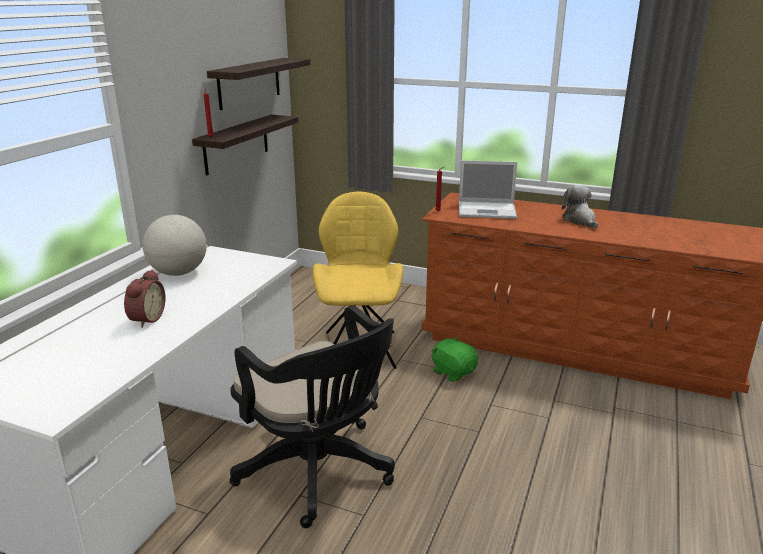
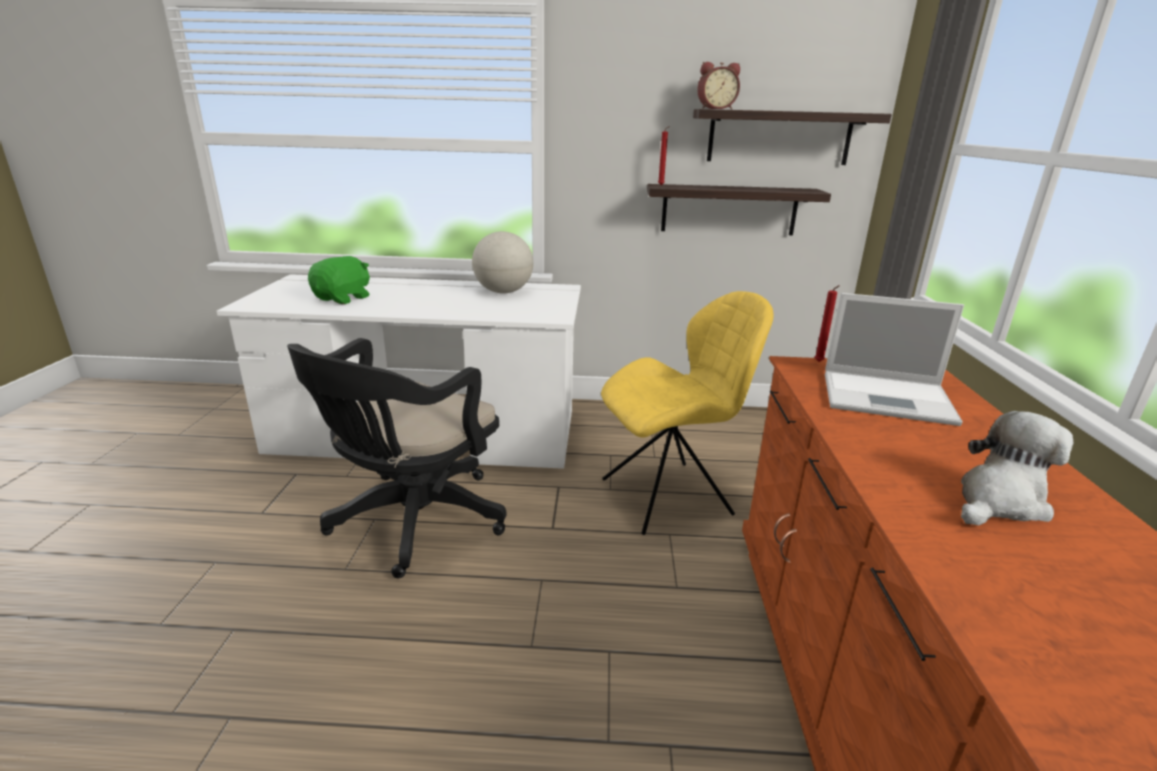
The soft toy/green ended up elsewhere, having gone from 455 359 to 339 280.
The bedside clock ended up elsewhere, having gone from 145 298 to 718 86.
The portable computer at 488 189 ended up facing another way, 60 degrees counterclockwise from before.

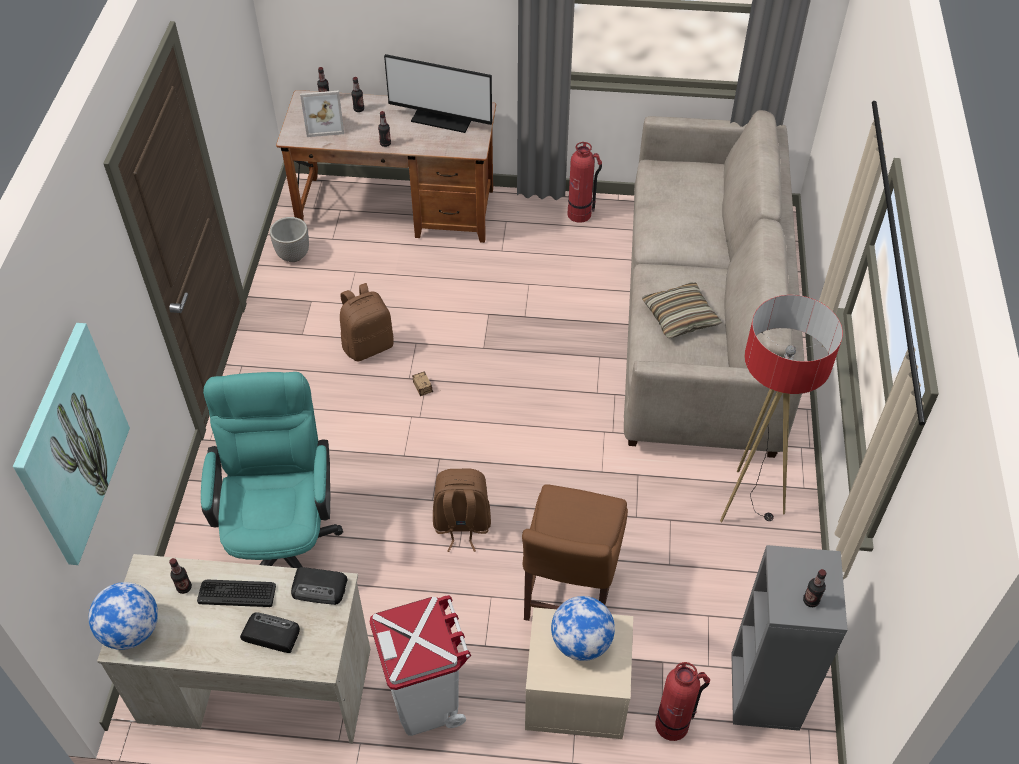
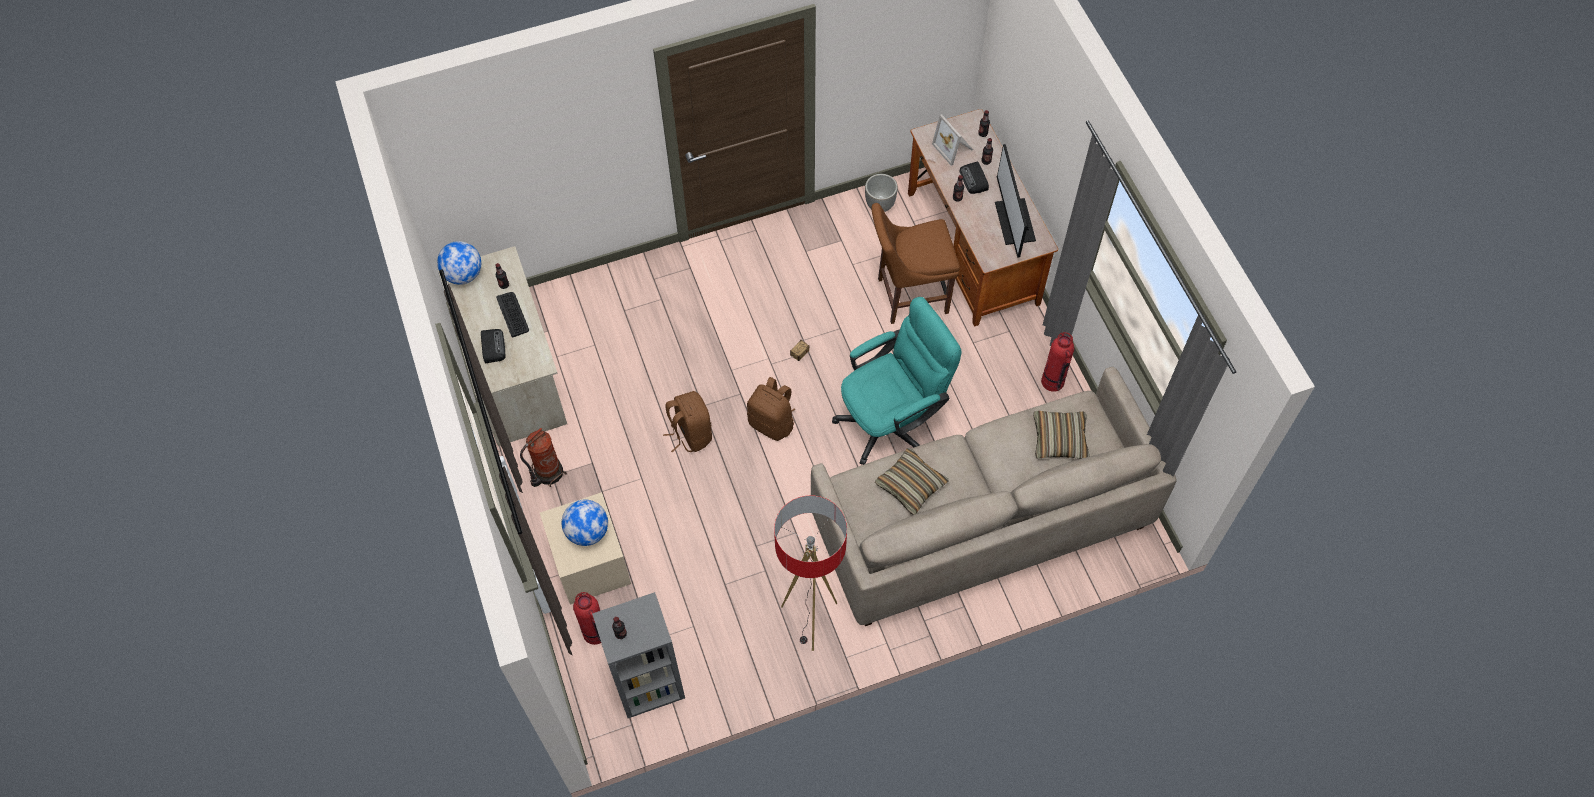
Where the trash can/white stood at 420 665, the fire-fighting cylinder came to stand at 543 457.
The knapsack/brownish ended up elsewhere, having gone from 367 322 to 771 409.
The desk chair/turquoise-coloured ended up elsewhere, having gone from 272 470 to 897 381.
The plain chair/brownish ended up elsewhere, having gone from 575 552 to 915 263.
The radio receiver ended up elsewhere, having gone from 319 586 to 974 177.
The second view gained the pillow at 1061 435.
The second view lost the wall art at 71 444.

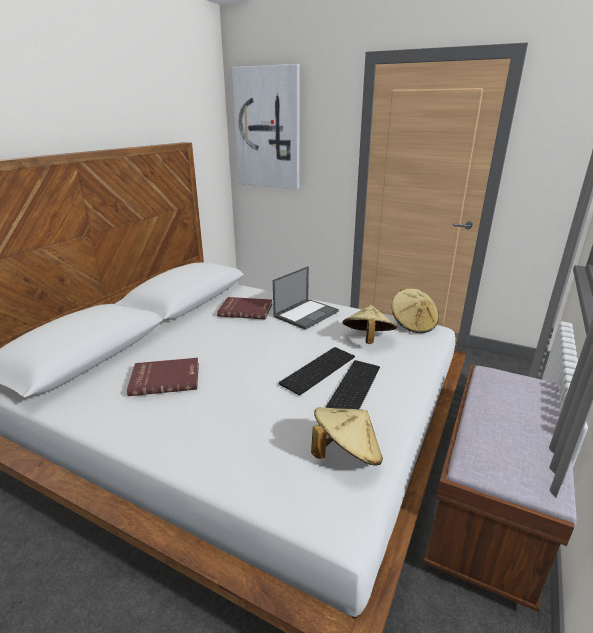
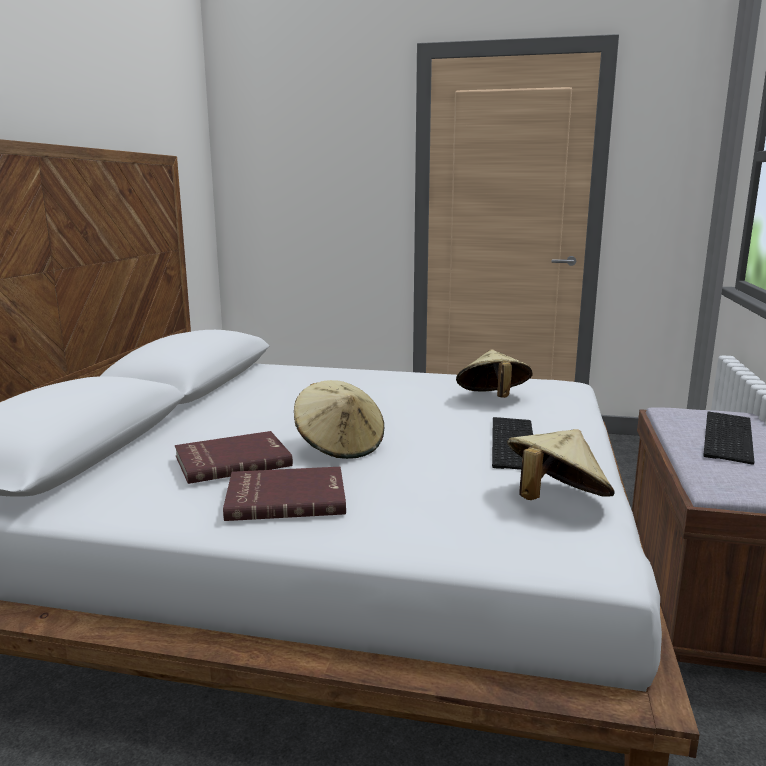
The bound book/reddish ended up elsewhere, having gone from 244 308 to 284 494.
The wearable hat/beige ended up elsewhere, having gone from 415 311 to 339 419.
The keyboard ended up elsewhere, having gone from 317 371 to 729 438.
The second view lost the wall art at 266 126.
The second view lost the portable computer at 306 298.

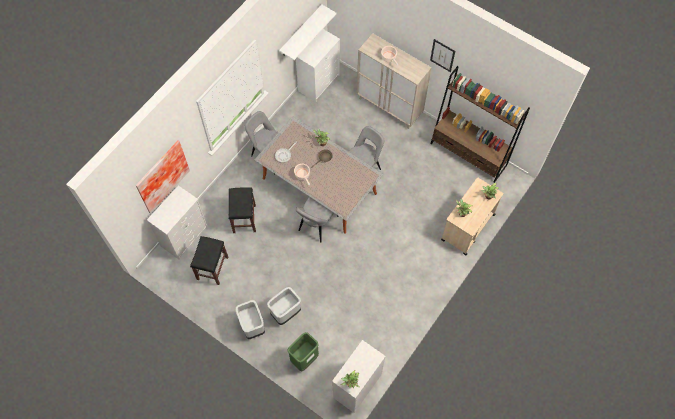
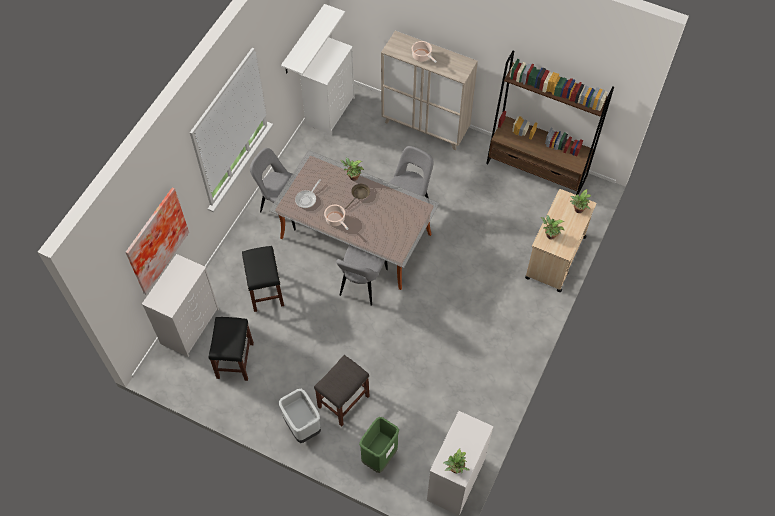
Where the trash can/grey stood at 284 306, the stool/grey came to stand at 342 391.
The second view lost the wall art at 442 55.

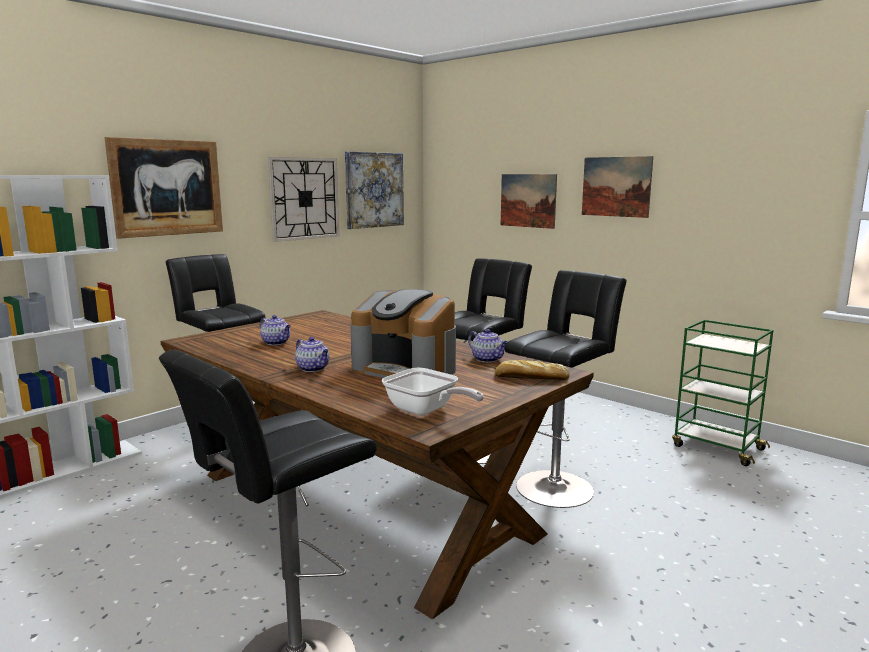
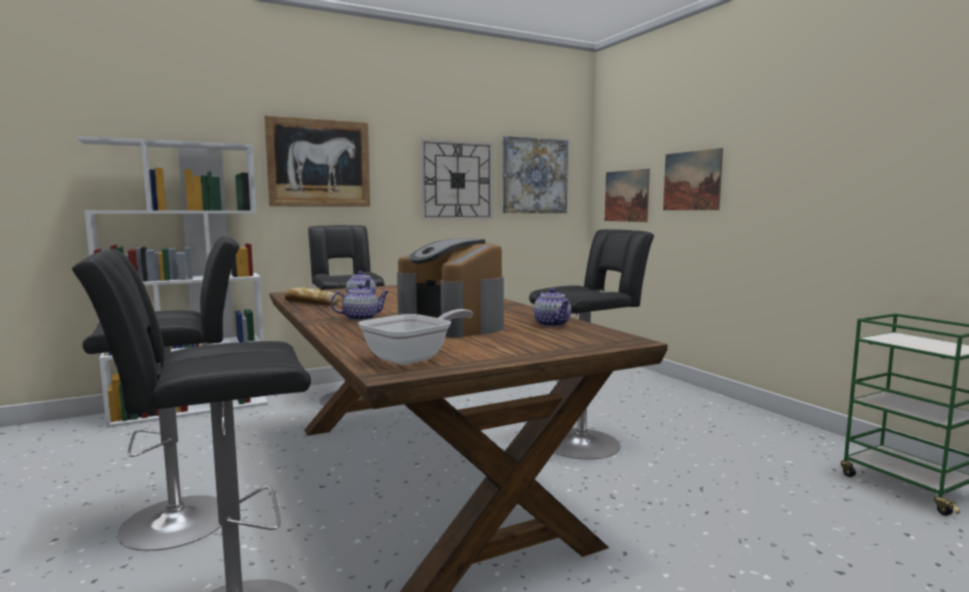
The stool/black-coloured ended up elsewhere, having gone from 566 389 to 160 393.
The baked bread ended up elsewhere, having gone from 532 370 to 311 296.
The tea pot at 312 354 ended up facing another way, 90 degrees counterclockwise from before.
The skillet at 433 391 ended up facing another way, 105 degrees counterclockwise from before.
The wall art ended up elsewhere, having gone from 617 187 to 627 195.

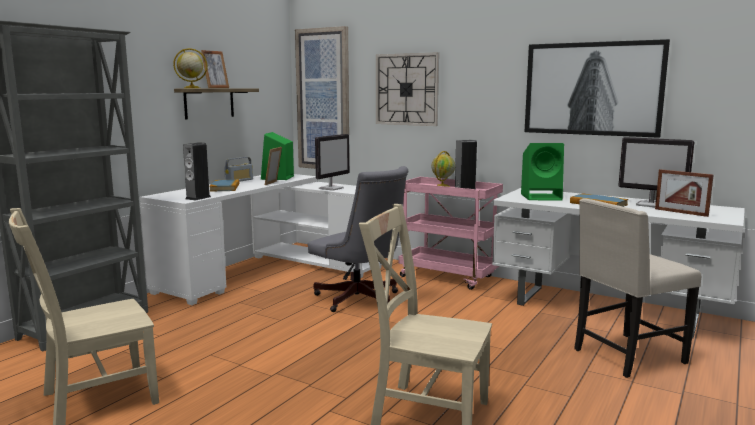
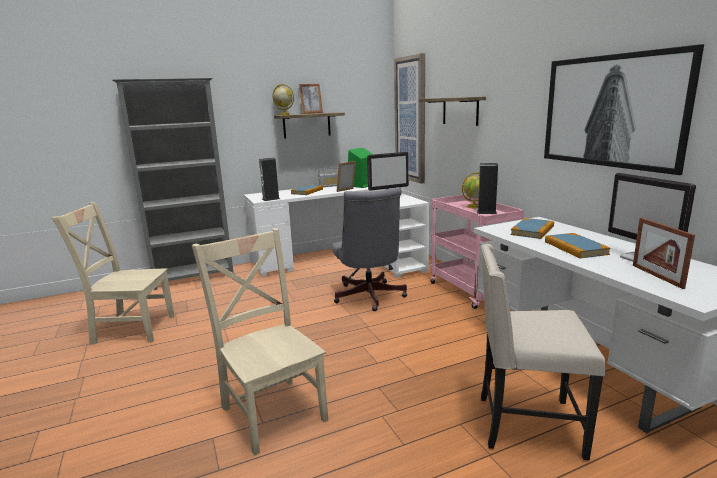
Where the hanging clock hung at 407 89, the bracket shelf came to hang at 452 111.
Where the speaker/green stood at 542 171, the bound book came to stand at 532 228.

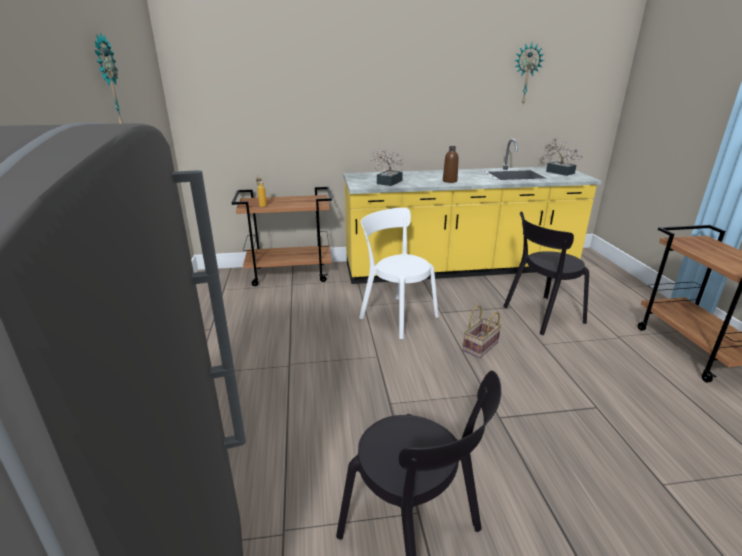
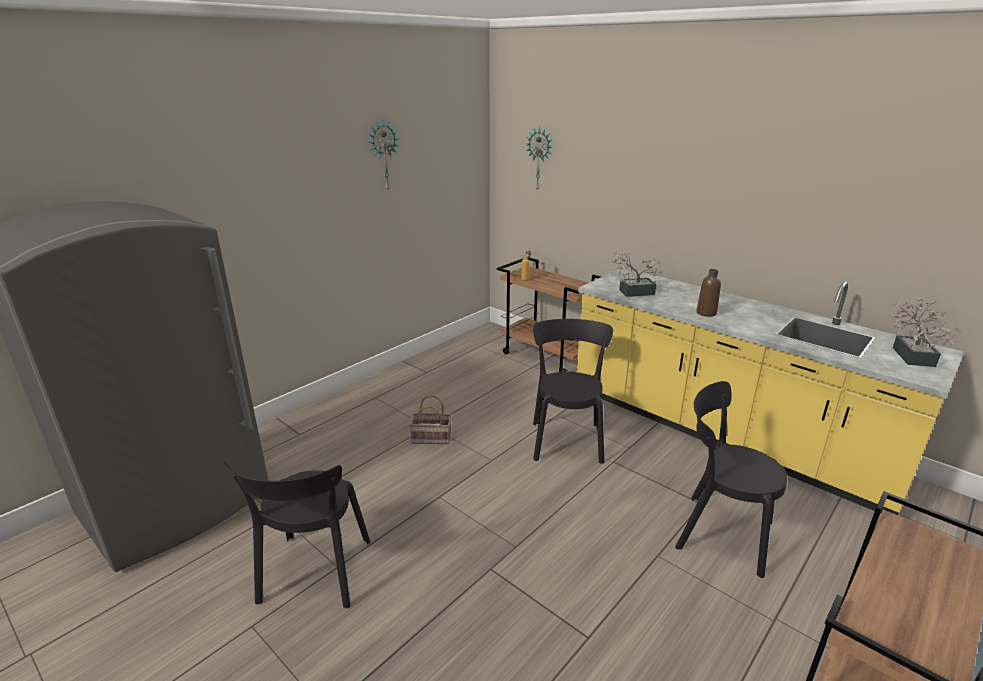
The basket ended up elsewhere, having gone from 482 331 to 430 419.
The hanging clock ended up elsewhere, having gone from 529 73 to 539 159.
What was the plain chair/white at 399 273 turned into the plain chair/black-coloured at 573 391.

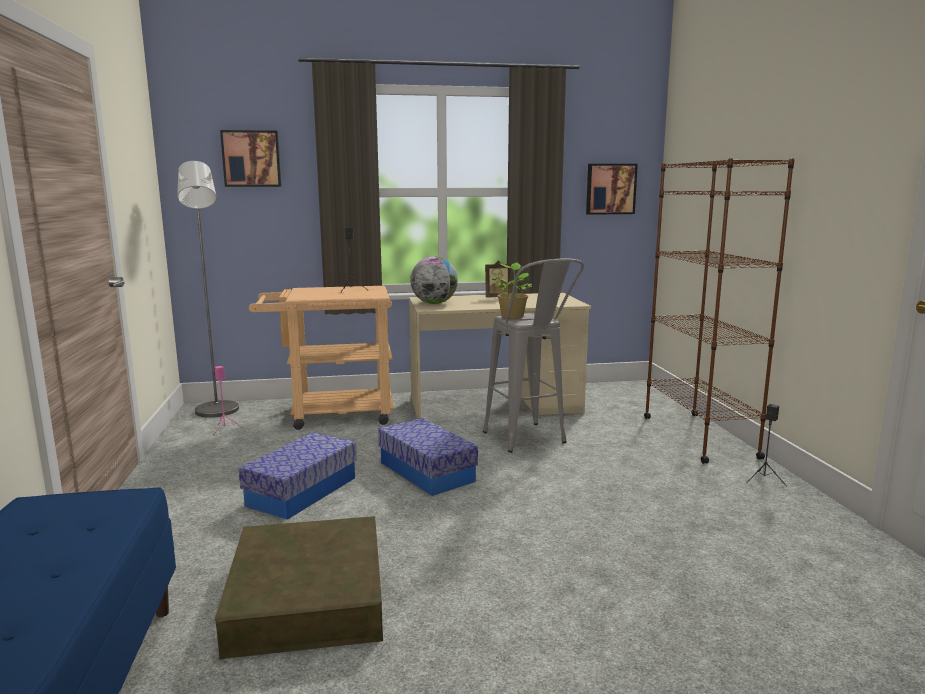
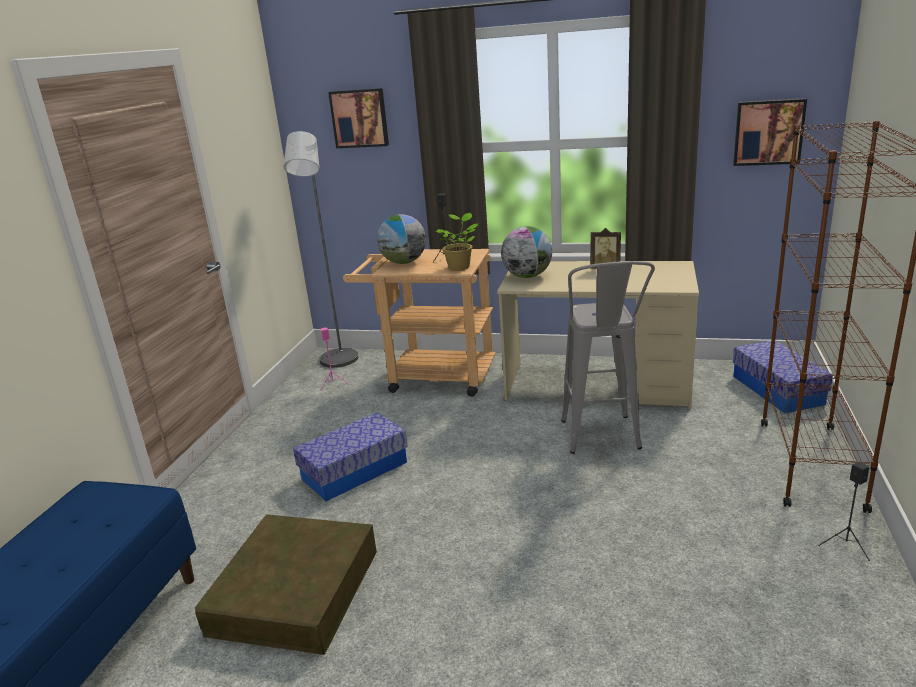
The second view gained the world globe at 401 239.
The houseplant ended up elsewhere, having gone from 511 290 to 458 242.
The storage box ended up elsewhere, having gone from 428 457 to 783 377.

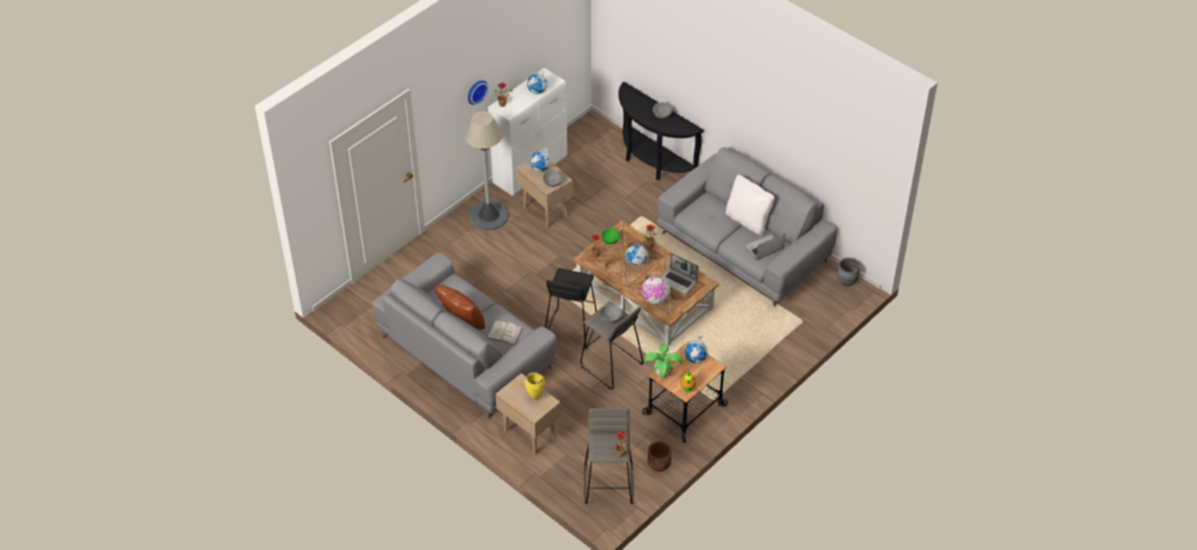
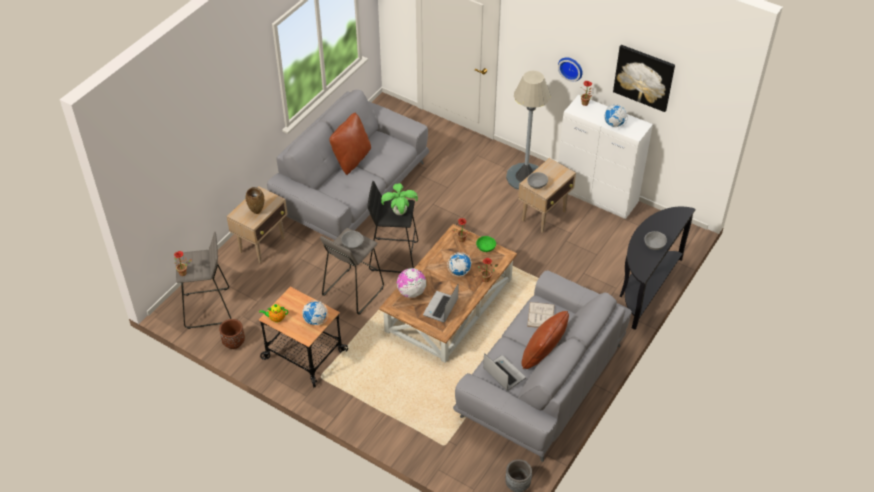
What was the flower vase/yellowish at 535 385 turned into the flower vase/brownish at 255 200.
The houseplant ended up elsewhere, having gone from 663 361 to 399 199.
What was the pillow/white at 750 205 turned into the pillow/brownish at 545 340.
The bound book/white ended up elsewhere, having gone from 505 333 to 541 315.
The second view gained the wall art at 644 78.
The second view lost the world globe at 540 159.

